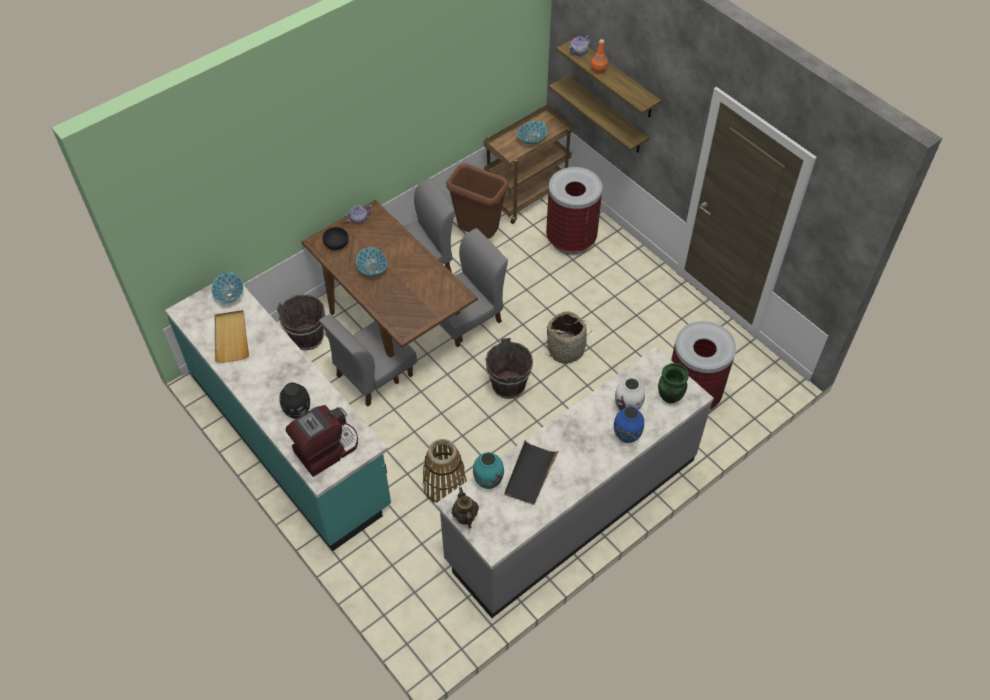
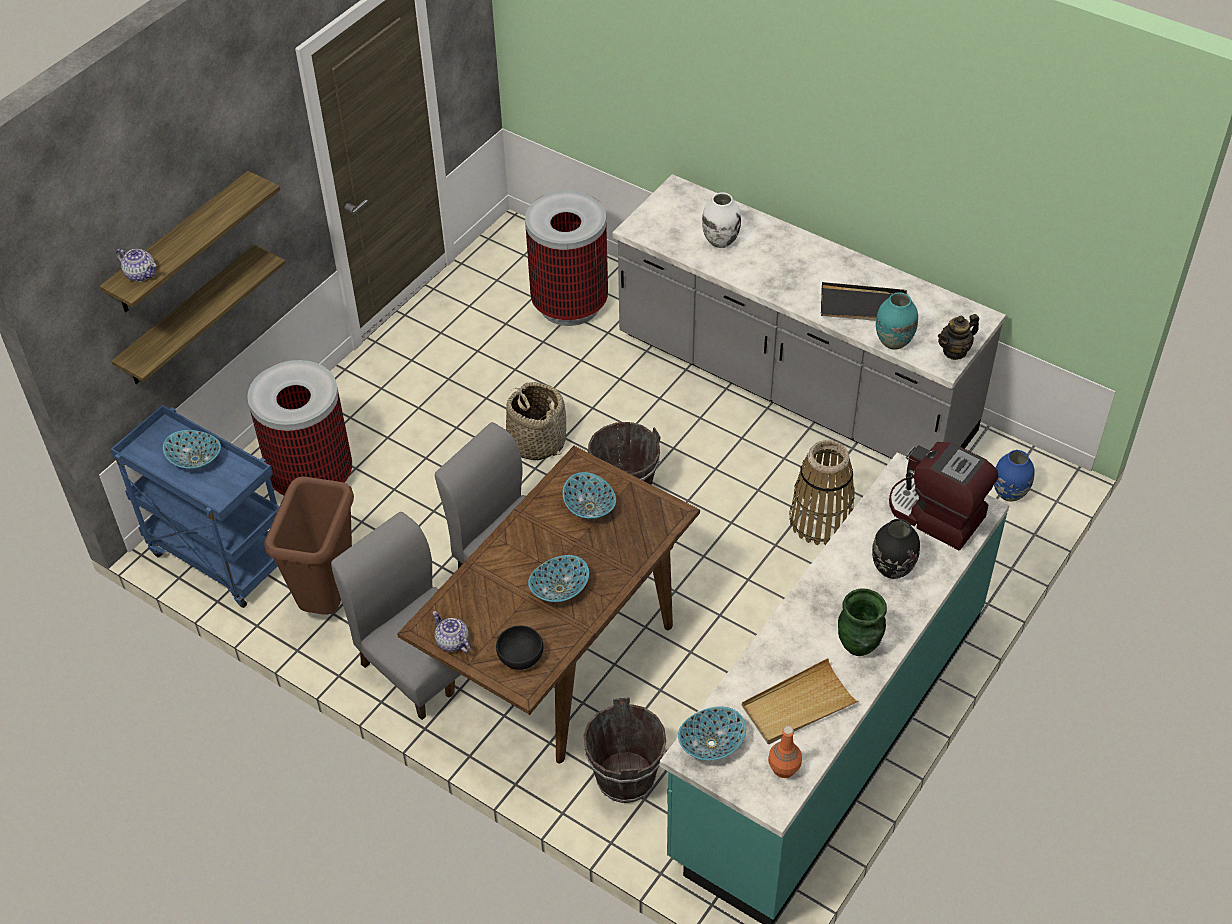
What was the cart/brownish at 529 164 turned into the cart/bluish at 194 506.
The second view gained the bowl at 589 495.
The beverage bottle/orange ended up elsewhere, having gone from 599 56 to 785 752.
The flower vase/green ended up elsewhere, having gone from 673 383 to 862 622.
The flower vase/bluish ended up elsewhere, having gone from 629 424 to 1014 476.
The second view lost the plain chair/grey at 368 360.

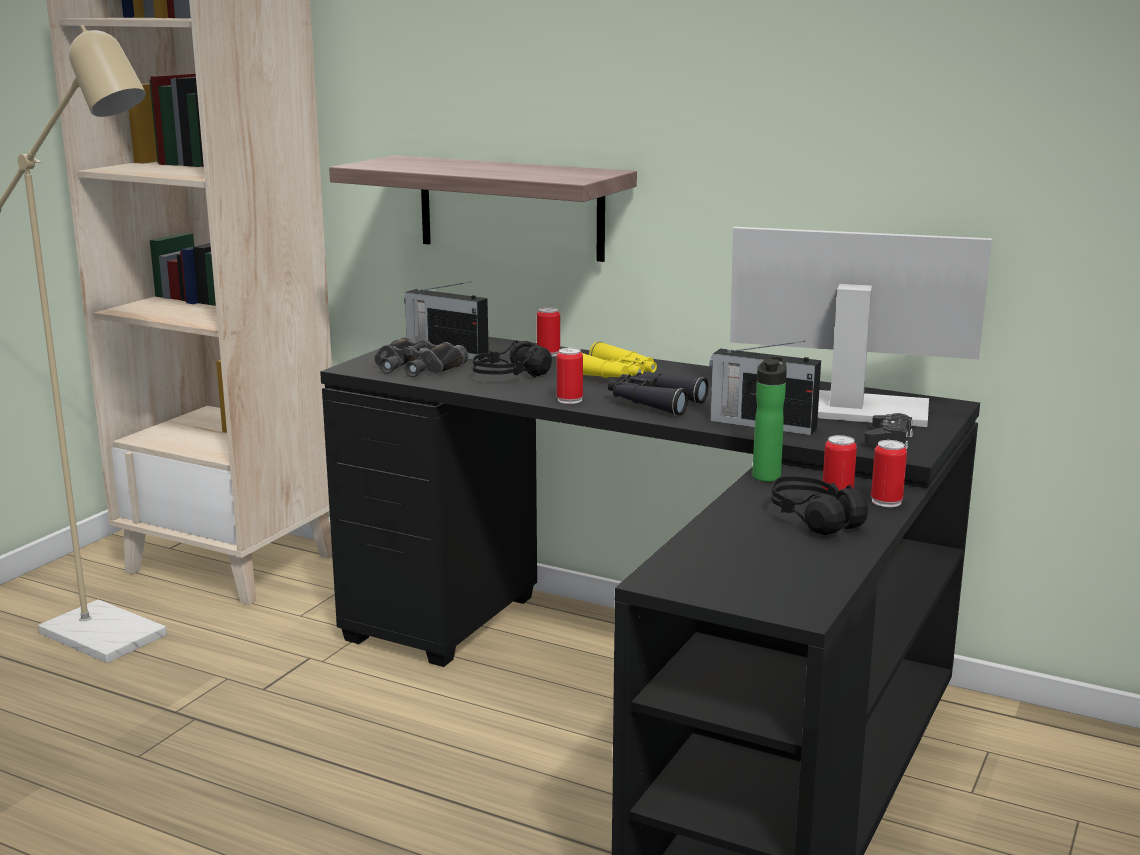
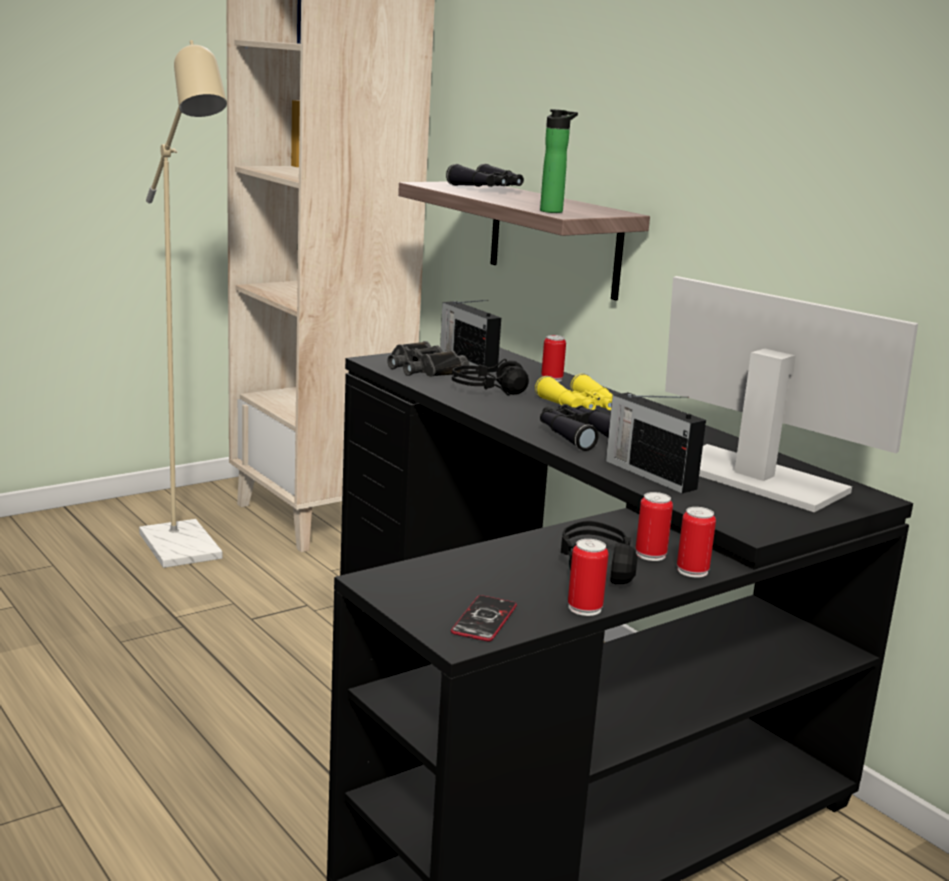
The second view gained the field glasses/black-coloured at 485 175.
The second view gained the phone at 484 618.
The beverage bottle ended up elsewhere, having gone from 769 419 to 559 161.
The metal can ended up elsewhere, having gone from 570 376 to 588 577.
The second view lost the gamepad/black-coloured at 888 431.

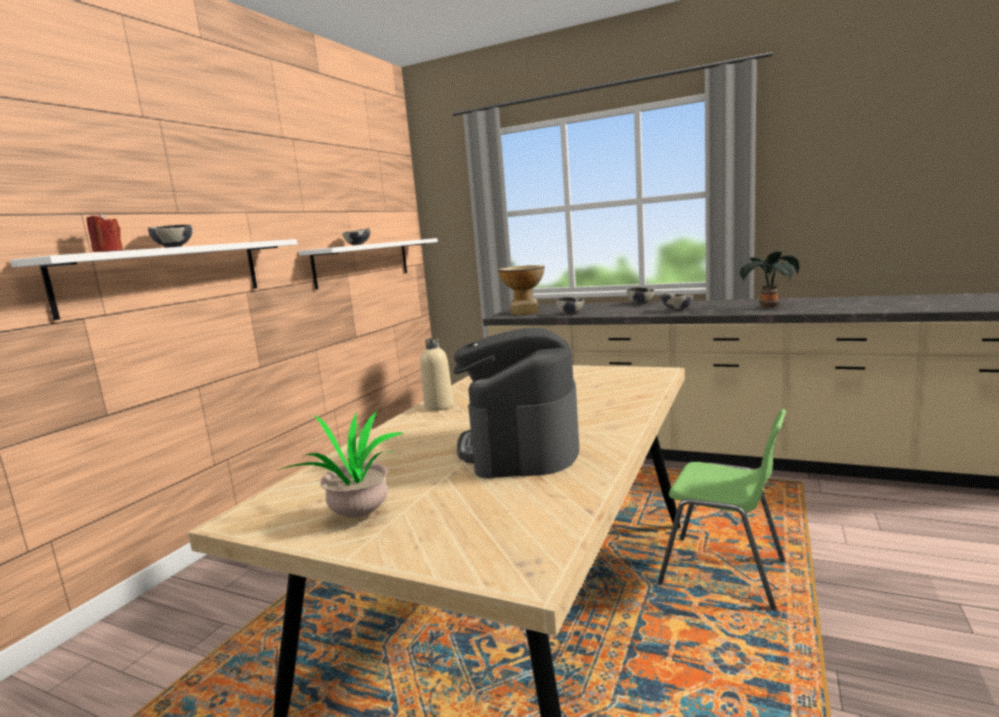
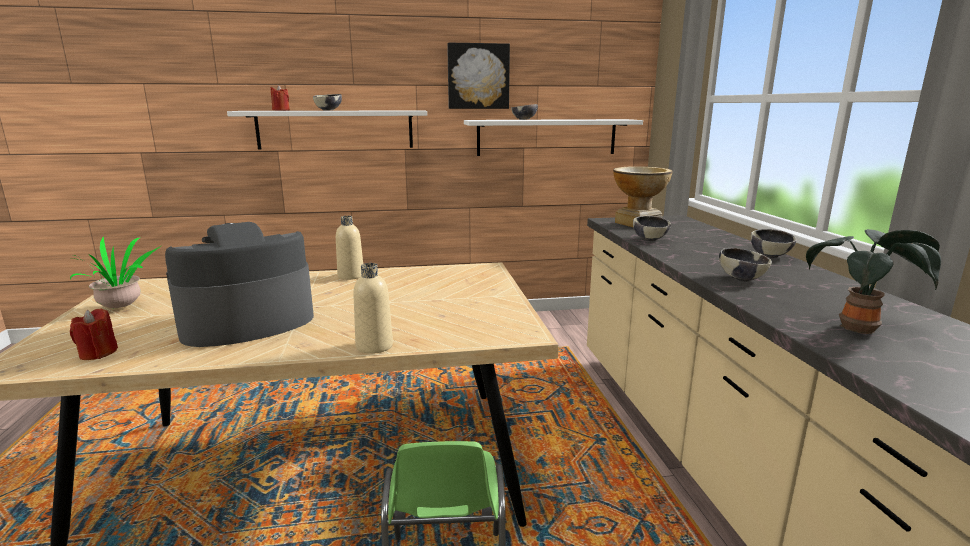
The second view gained the wax light/reddish at 94 334.
The second view gained the beverage bottle/beige at 373 308.
The second view gained the wall art at 478 76.

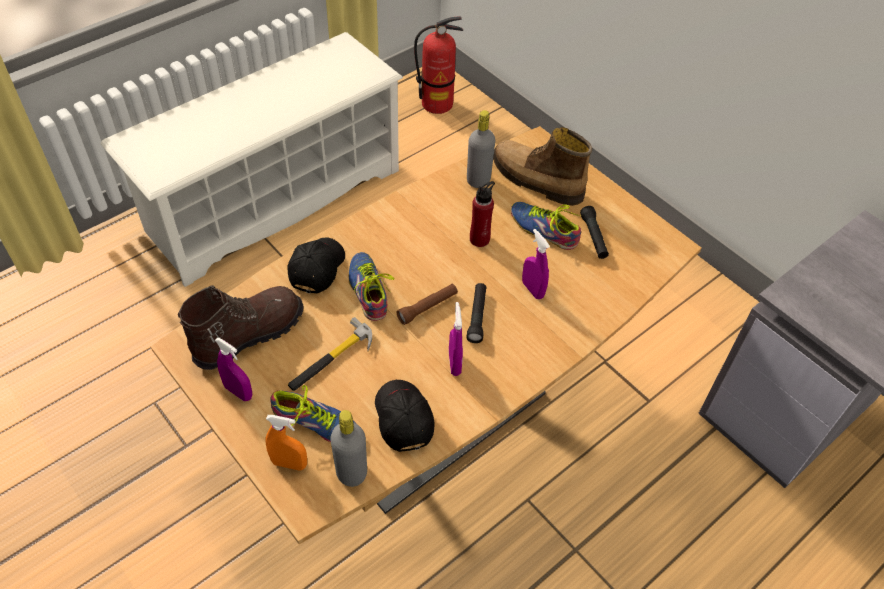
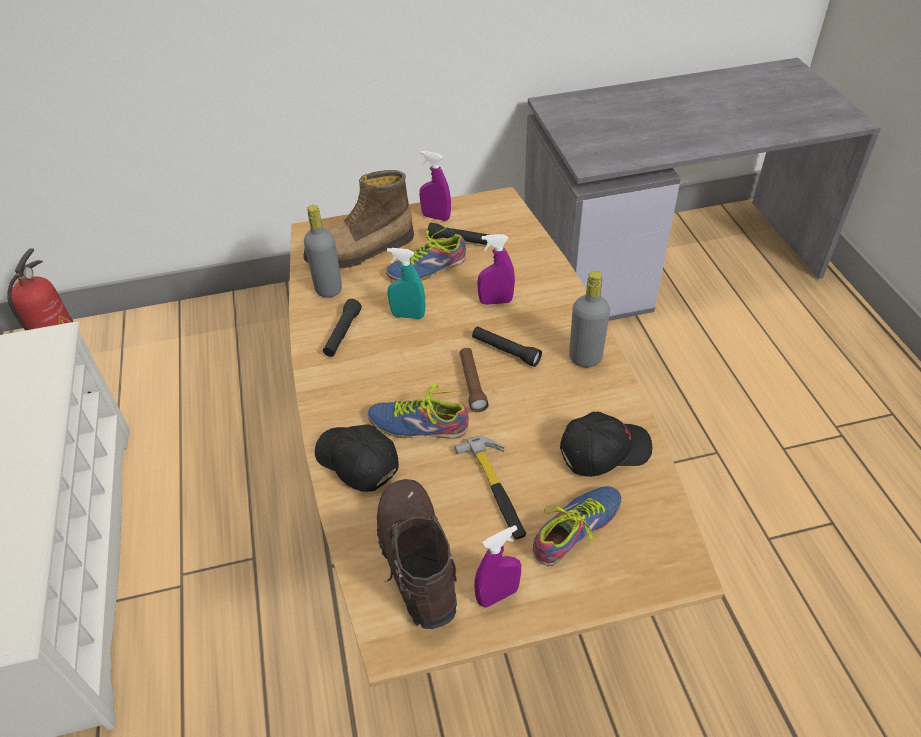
The second view gained the hand torch/black-coloured at 342 328.
Where the beverage bottle/reddish stood at 482 214, the spray bottle/turquoise-coloured came to stand at 406 283.
The spray bottle/purple ended up elsewhere, having gone from 456 339 to 435 186.
The cap/black-coloured at 404 416 ended up facing another way, 150 degrees clockwise from before.
The beverage bottle/grey ended up elsewhere, having gone from 348 448 to 589 319.
The second view lost the spray bottle/orange at 286 443.

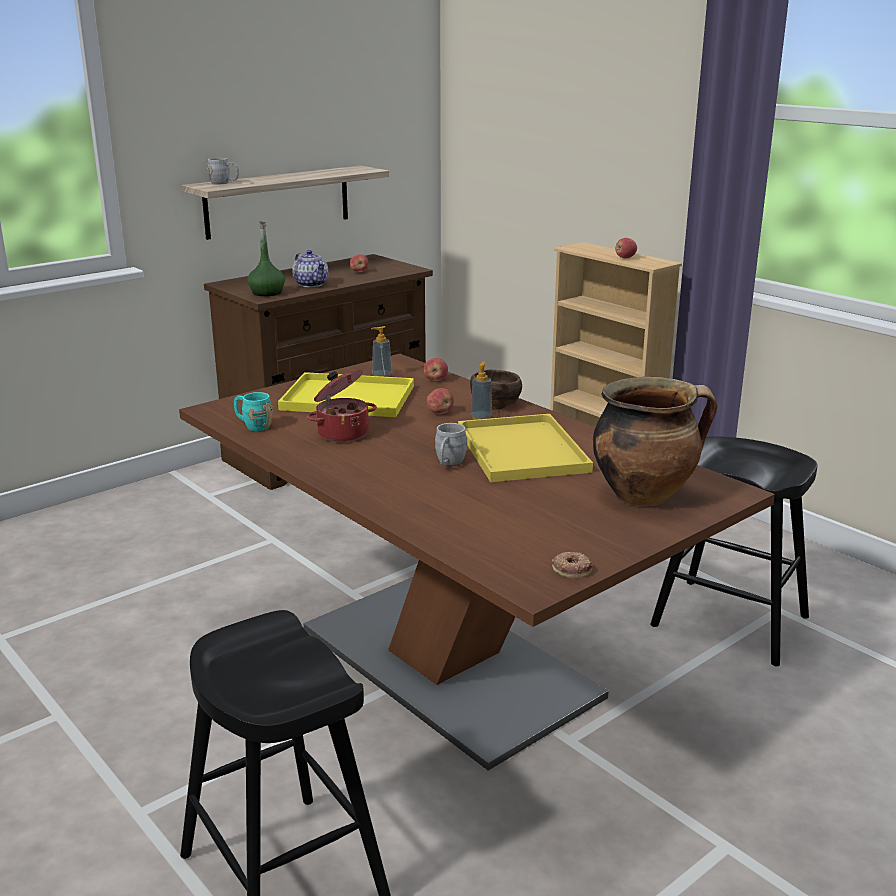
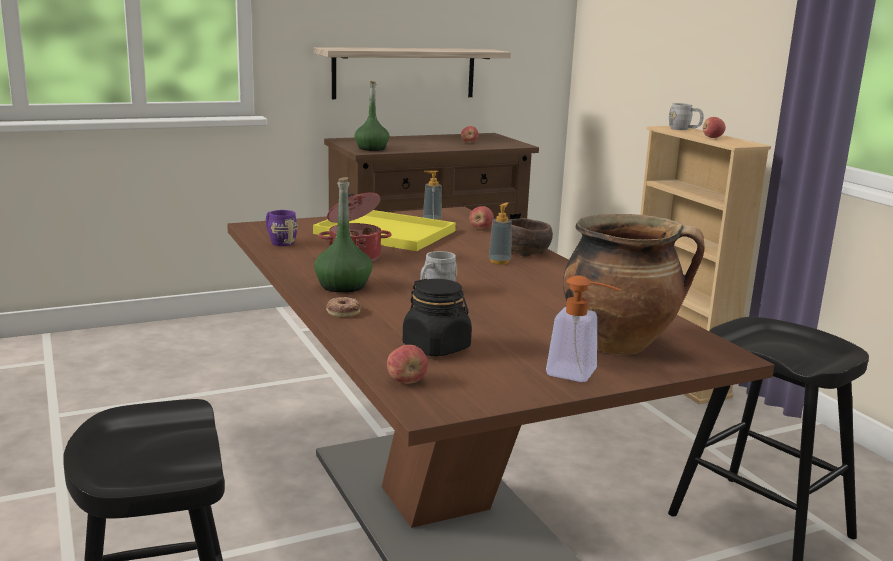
What was the coffee mug/turquoise-coloured at 253 411 turned into the coffee mug/purple at 282 228.
The second view gained the beverage bottle/green at 343 235.
The doughnut ended up elsewhere, having gone from 572 565 to 343 307.
The apple fruit ended up elsewhere, having gone from 440 401 to 407 364.
The second view gained the storage jar/black-coloured at 437 318.
The second view gained the soap dispenser at 583 329.
The coffee mug/grey ended up elsewhere, having gone from 223 171 to 686 116.
The second view lost the tea pot at 310 268.
The second view lost the serving tray/yellowish at 525 448.

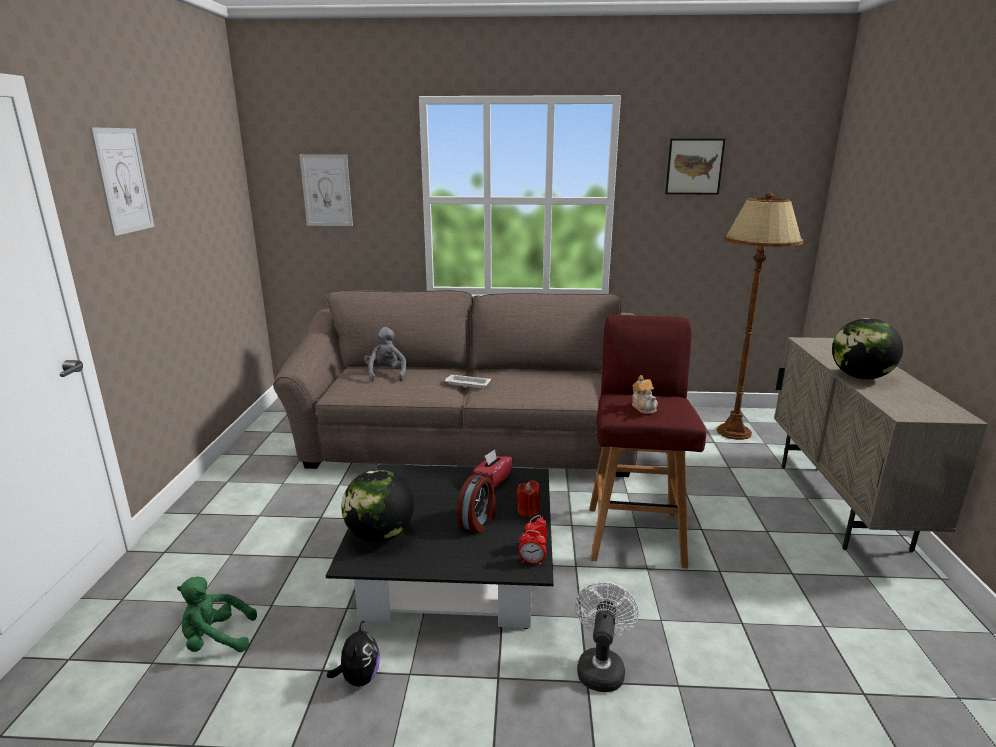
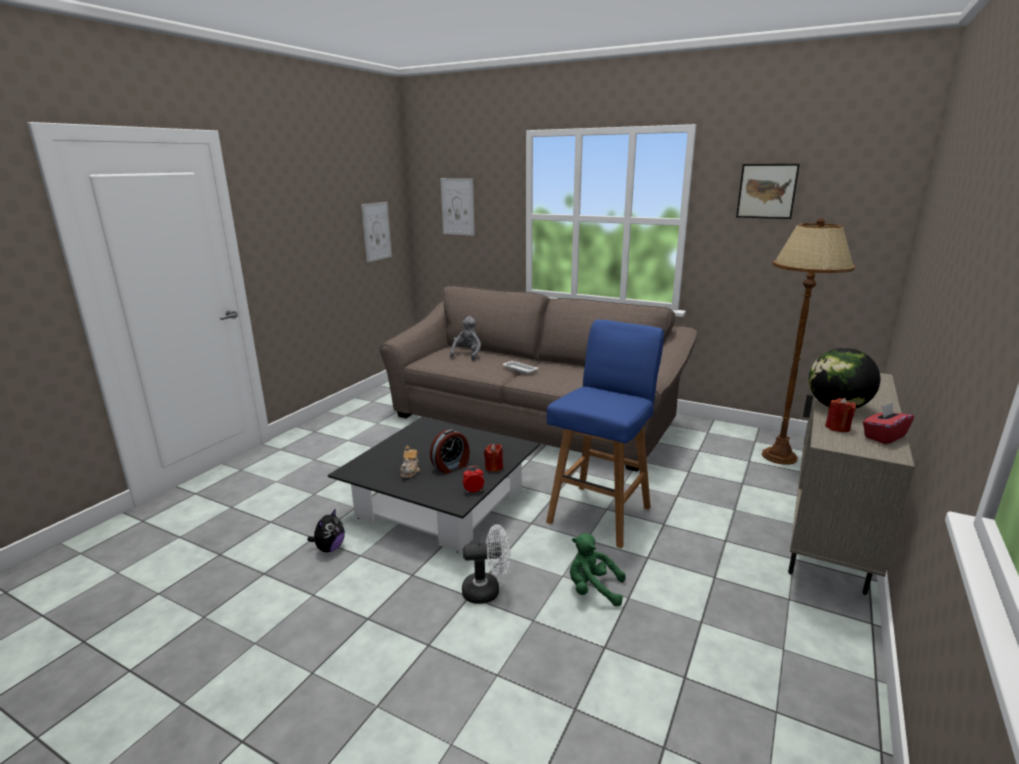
The wall art ended up elsewhere, having gone from 122 181 to 376 232.
The tea pot ended up elsewhere, having gone from 645 394 to 410 462.
The electric fan/white at 606 637 ended up facing another way, 45 degrees clockwise from before.
What was the stool/reddish at 647 442 turned into the stool/bluish at 605 434.
The soft toy/green ended up elsewhere, having gone from 217 614 to 598 570.
The second view gained the wax light/reddish at 840 415.
The box of tissues/reddish ended up elsewhere, having gone from 493 468 to 888 423.
The second view lost the world globe at 377 506.
The second view lost the bedside clock at 532 547.

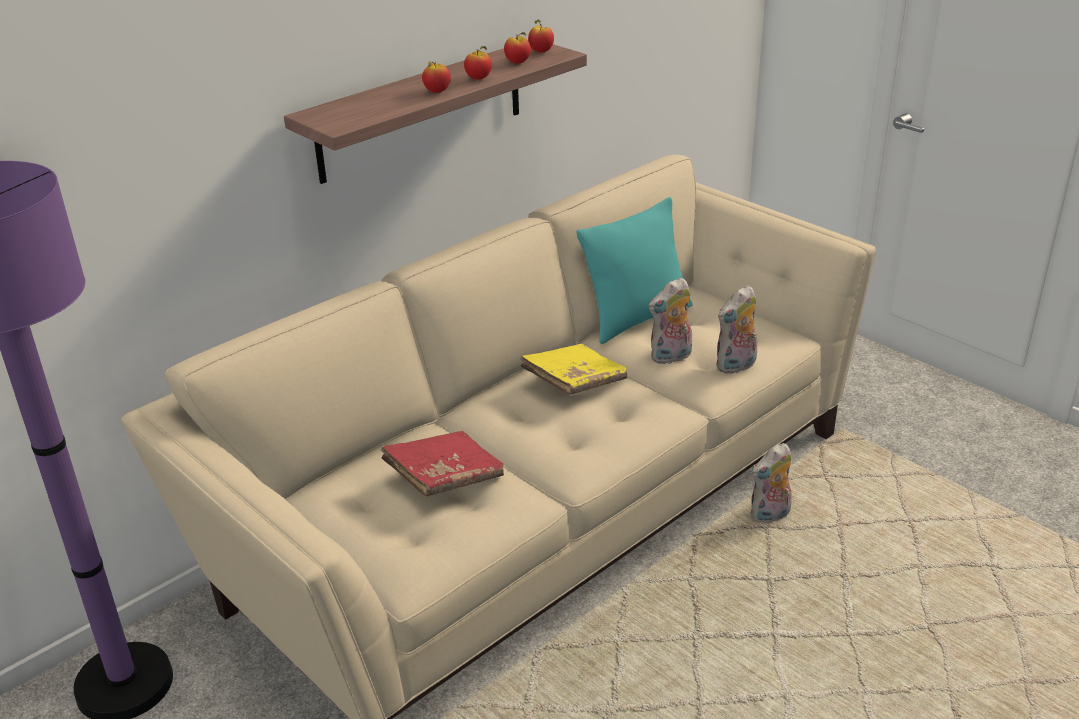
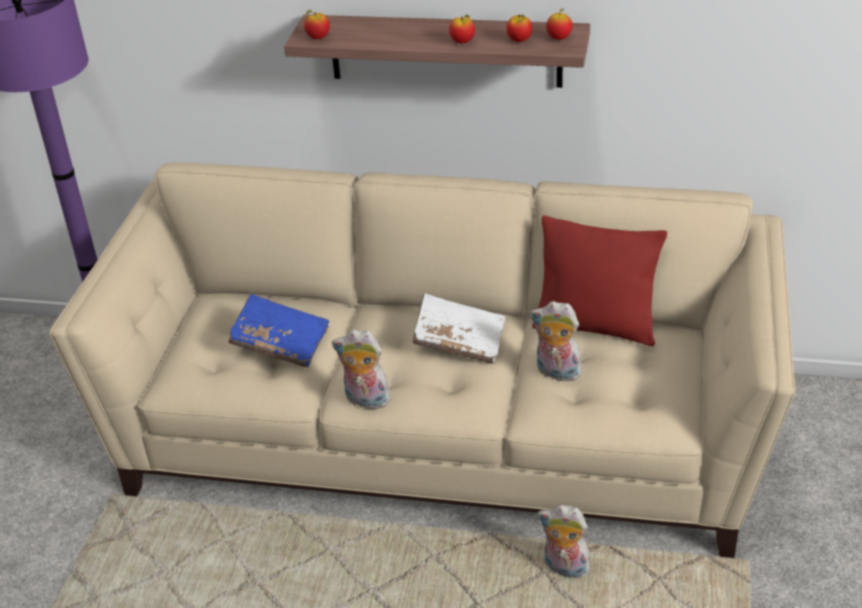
What was the bound book/reddish at 442 463 turned into the bound book/bluish at 279 330.
The apple fruit ended up elsewhere, having gone from 436 77 to 317 24.
The soft toy ended up elsewhere, having gone from 736 329 to 361 369.
What was the bound book/yellowish at 574 369 turned into the bound book/white at 459 329.
What was the pillow/turquoise-coloured at 635 270 turned into the pillow/reddish at 599 280.

